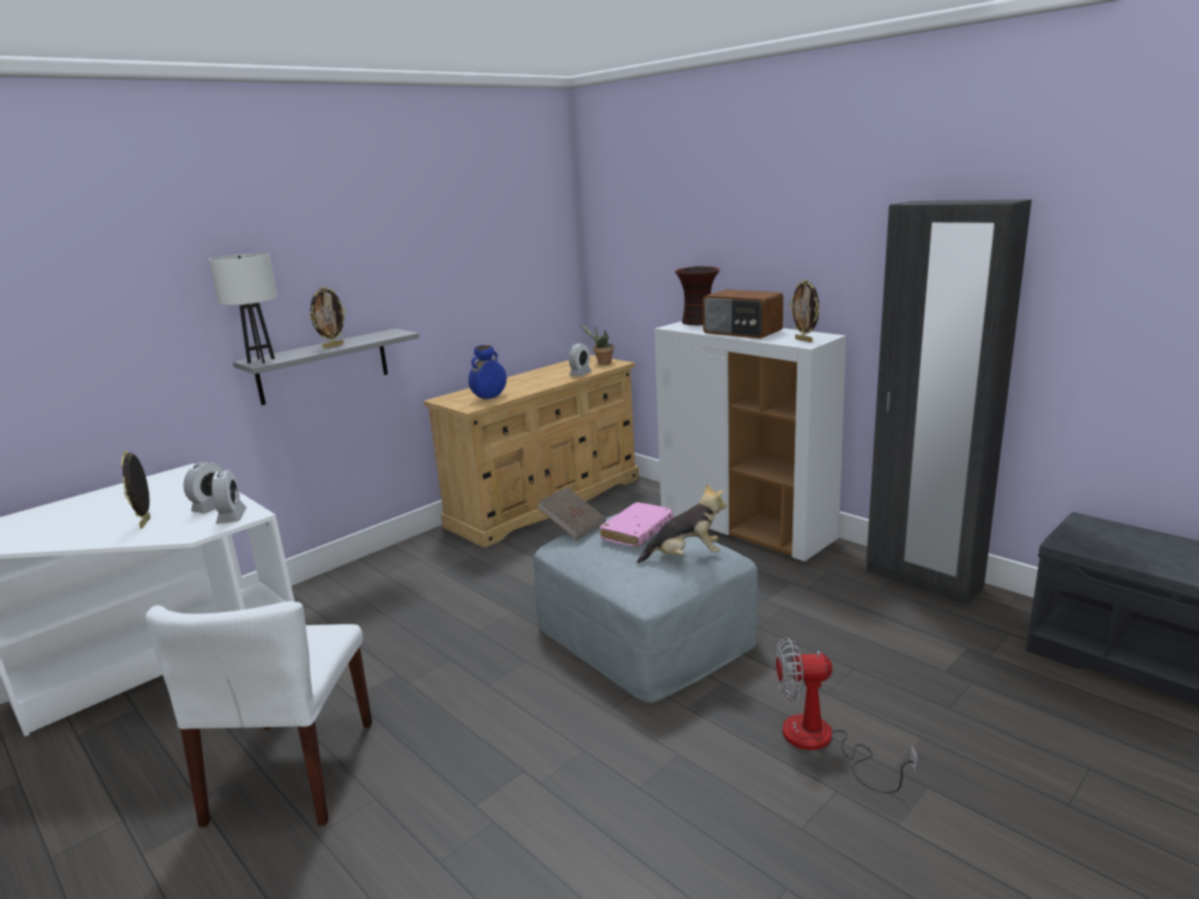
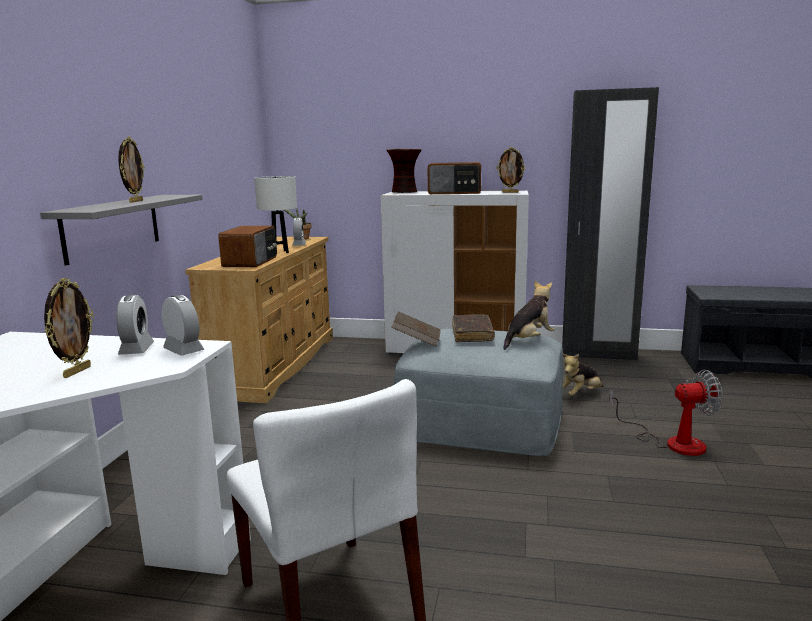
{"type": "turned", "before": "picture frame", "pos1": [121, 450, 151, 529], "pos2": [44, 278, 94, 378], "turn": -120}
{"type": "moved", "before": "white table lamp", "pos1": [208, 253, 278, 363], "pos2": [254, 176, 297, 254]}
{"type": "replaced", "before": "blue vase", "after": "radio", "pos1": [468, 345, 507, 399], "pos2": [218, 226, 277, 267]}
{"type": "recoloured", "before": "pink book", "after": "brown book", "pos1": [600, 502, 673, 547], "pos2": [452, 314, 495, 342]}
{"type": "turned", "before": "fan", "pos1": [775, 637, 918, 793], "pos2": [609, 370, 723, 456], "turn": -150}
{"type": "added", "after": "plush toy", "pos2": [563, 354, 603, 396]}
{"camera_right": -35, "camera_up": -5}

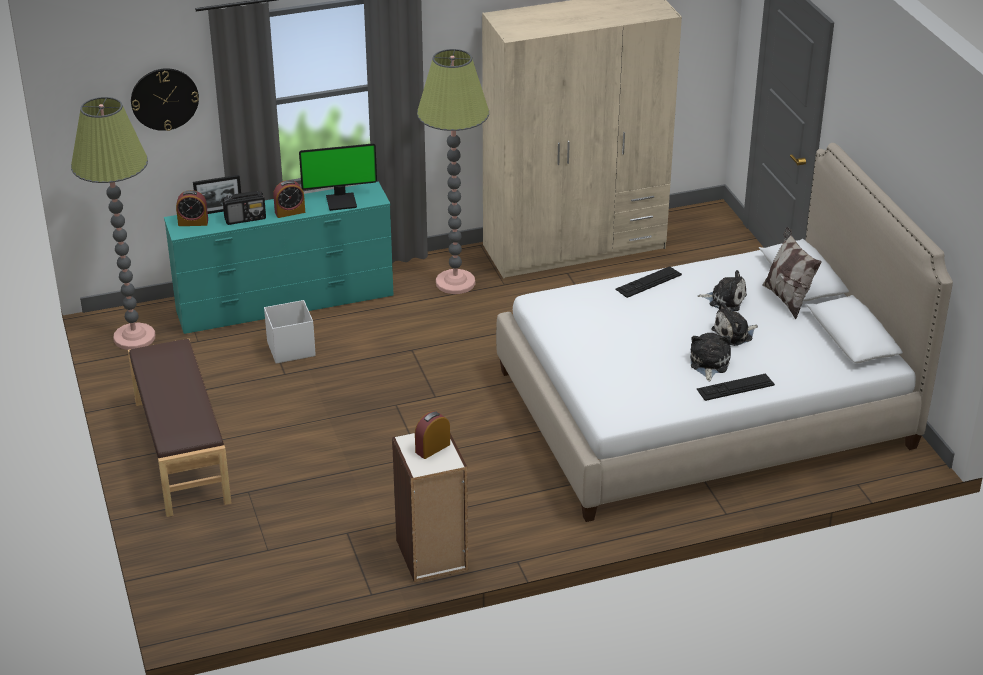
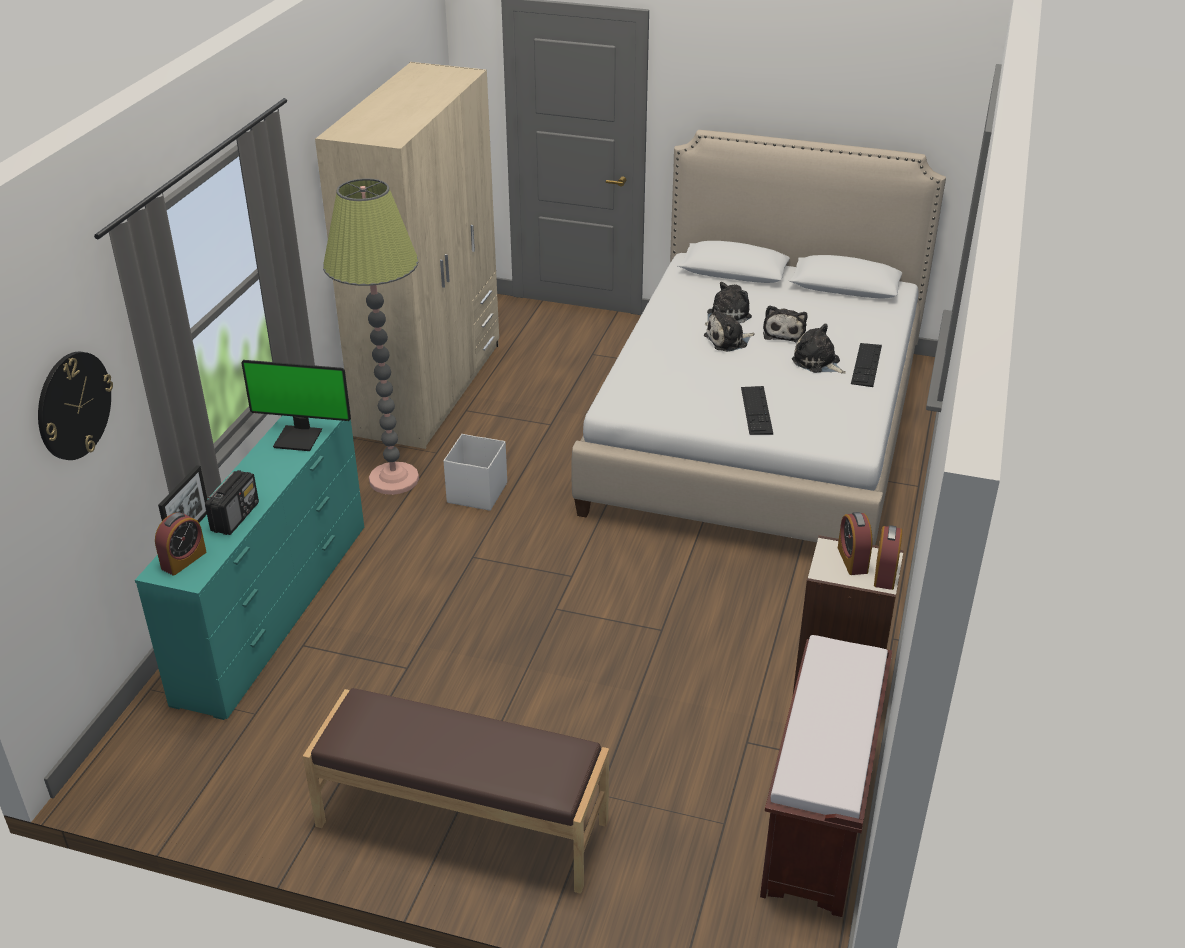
{"type": "removed", "before": "floor lamp", "pos1": [71, 97, 155, 350]}
{"type": "moved", "before": "white storage box", "pos1": [264, 300, 316, 364], "pos2": [443, 434, 507, 511]}
{"type": "moved", "before": "alarm clock", "pos1": [273, 180, 305, 218], "pos2": [874, 525, 902, 590]}
{"type": "turned", "before": "monitor", "pos1": [299, 143, 377, 211], "pos2": [241, 360, 351, 451], "turn": 75}
{"type": "moved", "before": "keyboard", "pos1": [615, 266, 682, 298], "pos2": [741, 386, 773, 435]}
{"type": "removed", "before": "pillow", "pos1": [762, 227, 822, 319]}
{"type": "added", "after": "plush toy", "pos2": [704, 305, 755, 352]}
{"type": "added", "after": "brown bench", "pos2": [760, 635, 892, 917]}
{"camera_right": -55, "camera_up": 0}

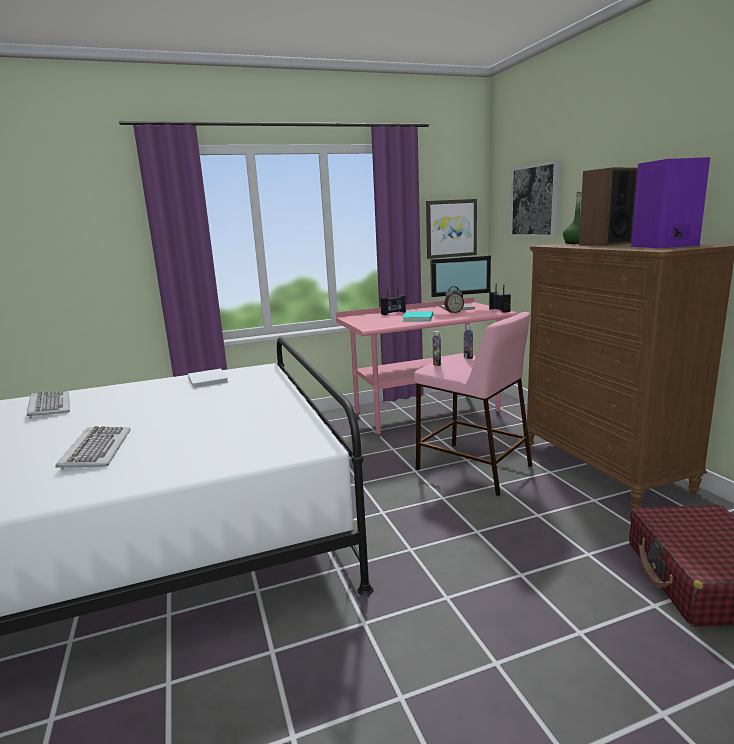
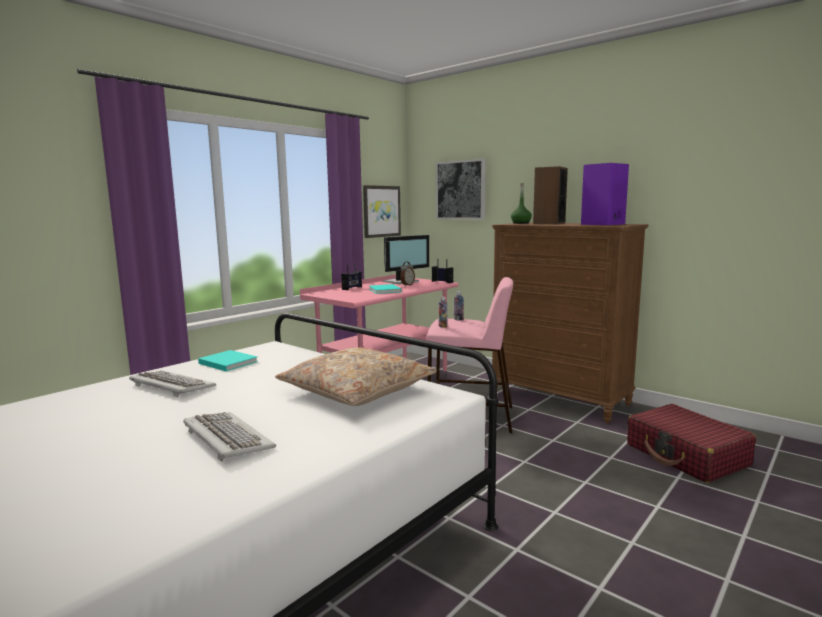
{"type": "moved", "before": "keyboard", "pos1": [27, 391, 70, 419], "pos2": [129, 370, 216, 397]}
{"type": "recoloured", "before": "white book", "after": "turquoise book", "pos1": [188, 369, 229, 388], "pos2": [198, 350, 258, 371]}
{"type": "added", "after": "beige pillow", "pos2": [275, 347, 437, 406]}
{"camera_right": -30, "camera_up": -5}

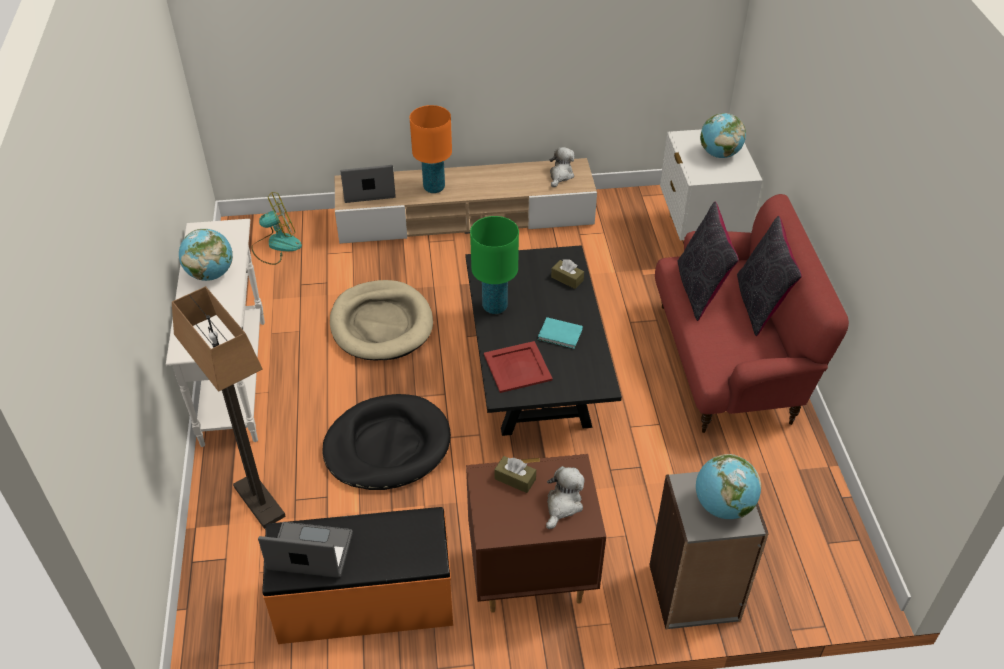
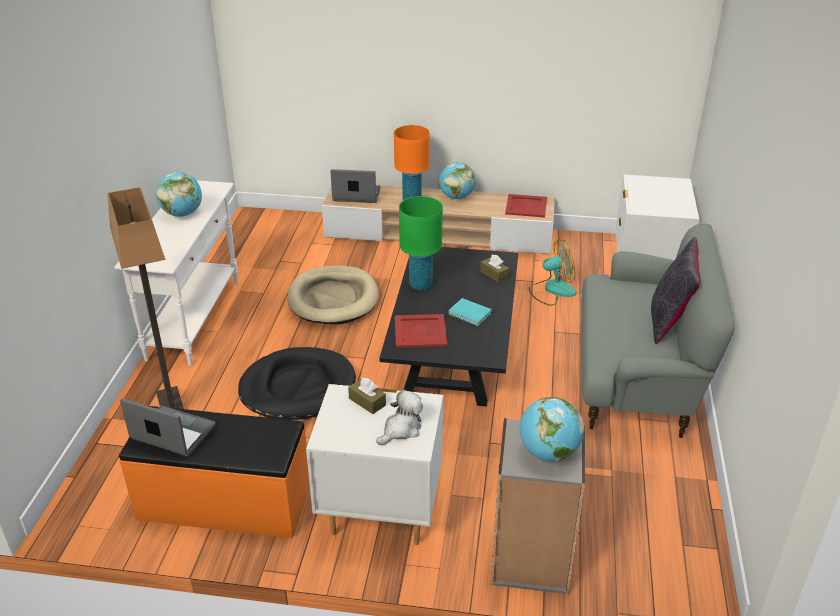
{"type": "moved", "before": "fan", "pos1": [251, 192, 302, 265], "pos2": [529, 239, 577, 306]}
{"type": "recoloured", "before": "brown nightstand", "after": "white nightstand", "pos1": [466, 454, 606, 613], "pos2": [306, 384, 443, 545]}
{"type": "replaced", "before": "plush toy", "after": "red tray", "pos1": [549, 147, 575, 187], "pos2": [505, 194, 547, 217]}
{"type": "recoloured", "before": "red sofa", "after": "grey sofa", "pos1": [655, 194, 849, 433], "pos2": [582, 224, 735, 438]}
{"type": "removed", "before": "black pillow", "pos1": [678, 202, 739, 321]}
{"type": "moved", "before": "globe", "pos1": [700, 113, 746, 158], "pos2": [439, 162, 476, 199]}
{"camera_right": 15, "camera_up": -10}

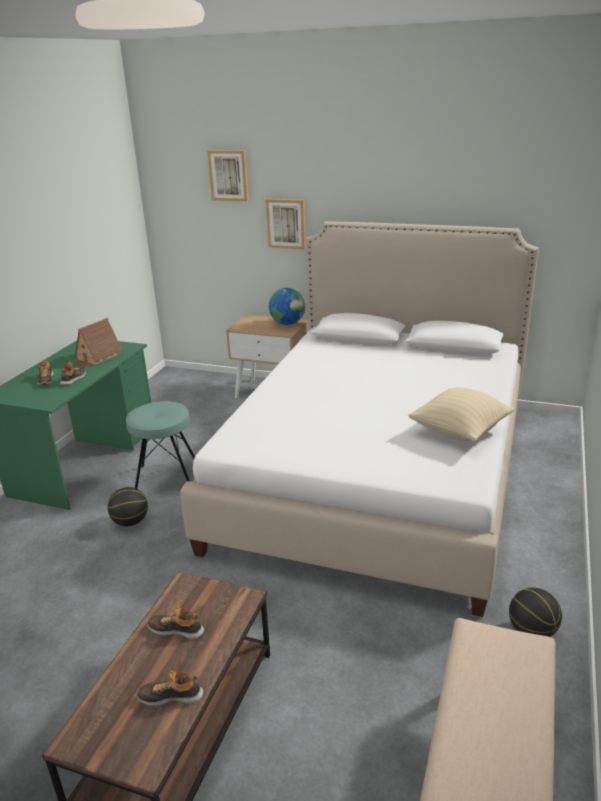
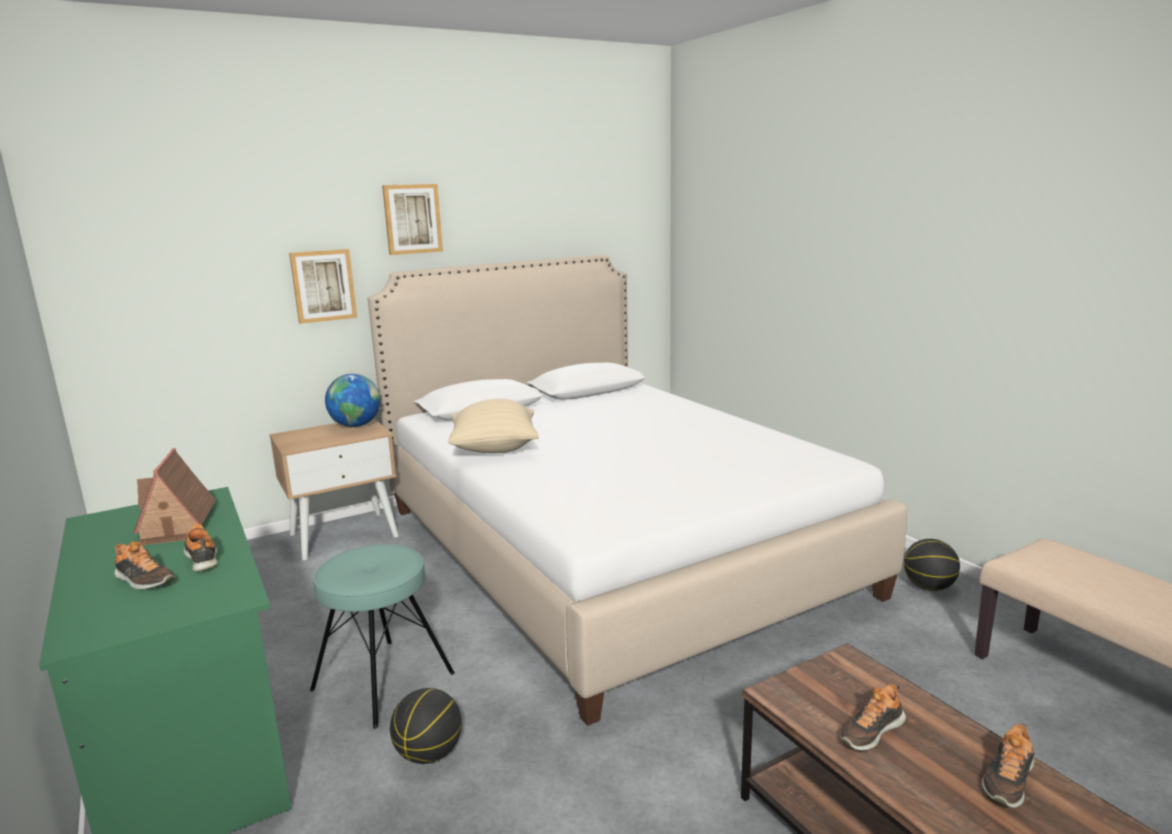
{"type": "moved", "before": "picture", "pos1": [207, 150, 249, 201], "pos2": [382, 184, 443, 255]}
{"type": "moved", "before": "beige pillow", "pos1": [408, 387, 514, 441], "pos2": [448, 399, 539, 453]}
{"camera_right": -50, "camera_up": -10}

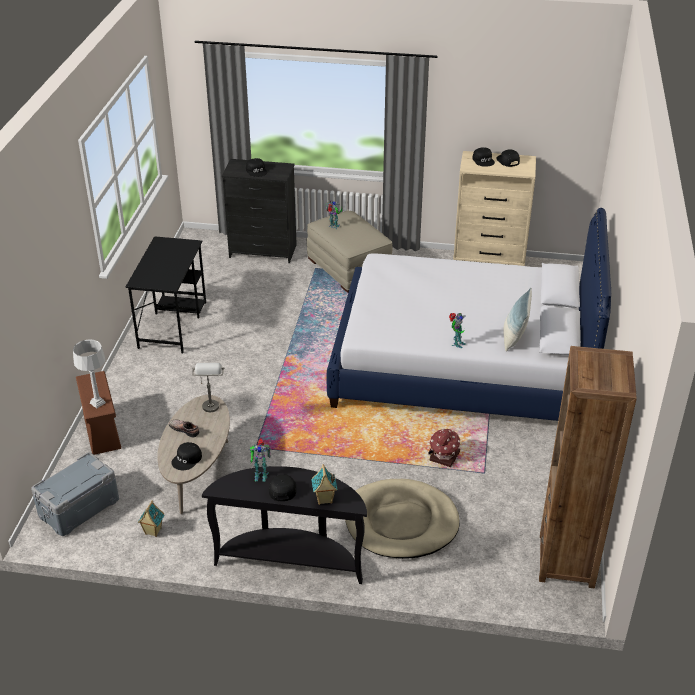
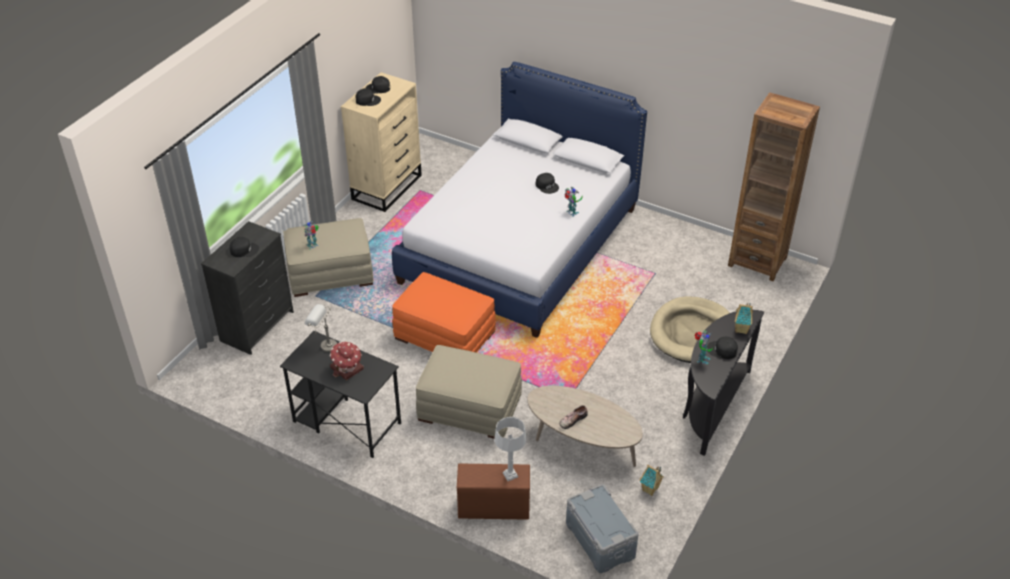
{"type": "moved", "before": "black cap", "pos1": [171, 442, 202, 470], "pos2": [536, 173, 559, 194]}
{"type": "moved", "before": "grey table lamp", "pos1": [192, 363, 224, 412], "pos2": [305, 304, 337, 352]}
{"type": "moved", "before": "toy house", "pos1": [428, 428, 460, 467], "pos2": [329, 342, 364, 380]}
{"type": "removed", "before": "pillow", "pos1": [503, 288, 532, 352]}
{"type": "added", "after": "orange ottoman", "pos2": [392, 272, 496, 353]}
{"type": "added", "after": "beige ottoman", "pos2": [416, 345, 522, 439]}
{"camera_right": -70, "camera_up": 5}

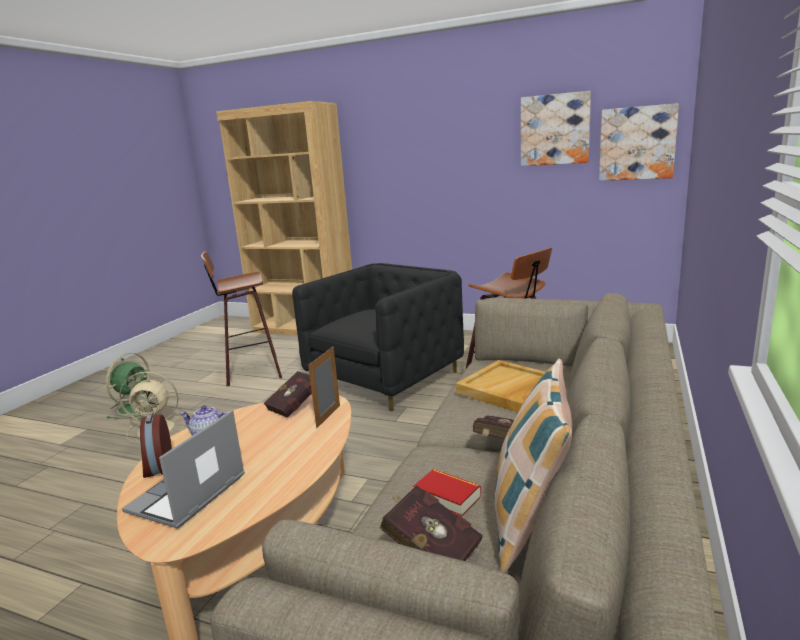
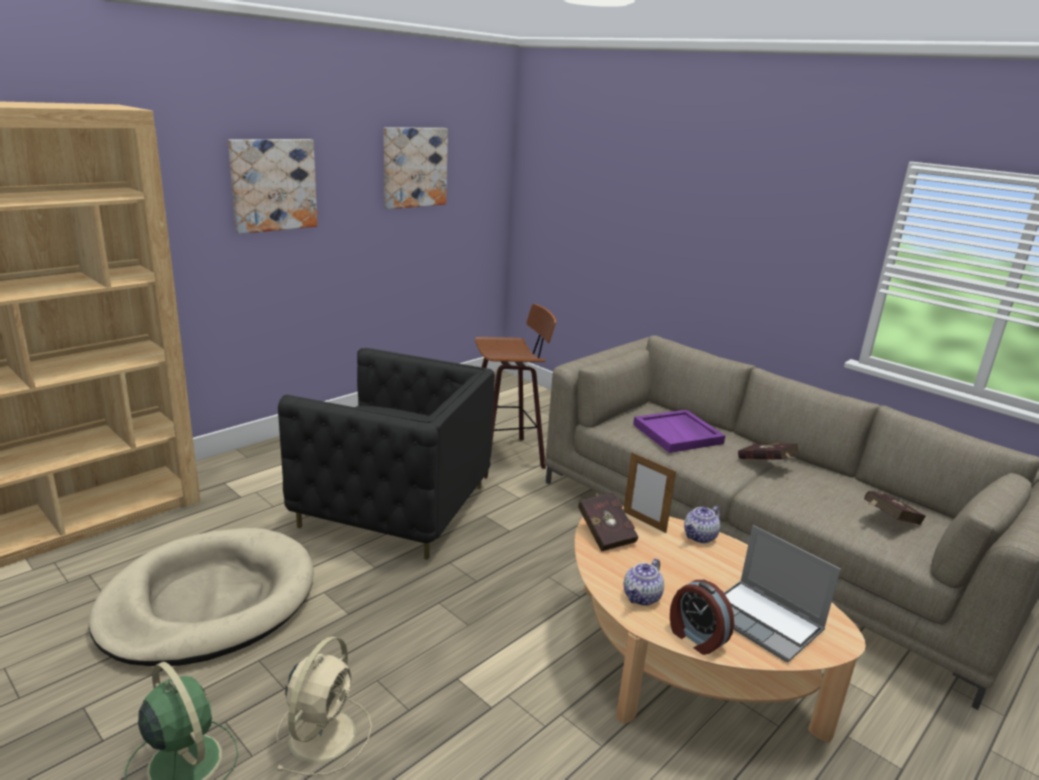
{"type": "turned", "before": "alarm clock", "pos1": [140, 414, 172, 478], "pos2": [670, 580, 734, 655], "turn": 45}
{"type": "replaced", "before": "stool", "after": "beige dog bed", "pos1": [201, 252, 282, 386], "pos2": [89, 528, 314, 666]}
{"type": "turned", "before": "black armchair", "pos1": [292, 263, 464, 411], "pos2": [278, 348, 495, 560], "turn": 135}
{"type": "removed", "before": "book", "pos1": [413, 469, 481, 517]}
{"type": "recoloured", "before": "beige tray", "after": "purple tray", "pos1": [456, 360, 545, 413], "pos2": [633, 410, 725, 453]}
{"type": "removed", "before": "pillow", "pos1": [495, 358, 572, 573]}
{"type": "moved", "before": "picture", "pos1": [599, 103, 679, 181], "pos2": [228, 139, 317, 234]}
{"type": "added", "after": "teapot", "pos2": [684, 505, 721, 543]}
{"camera_right": -70, "camera_up": 5}

